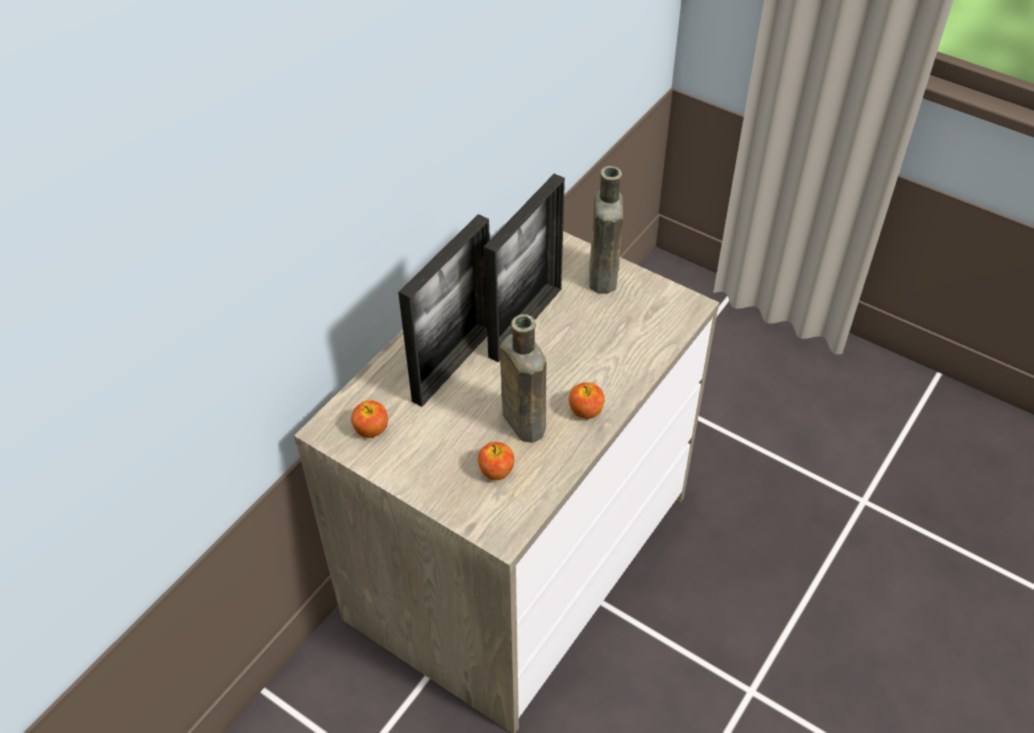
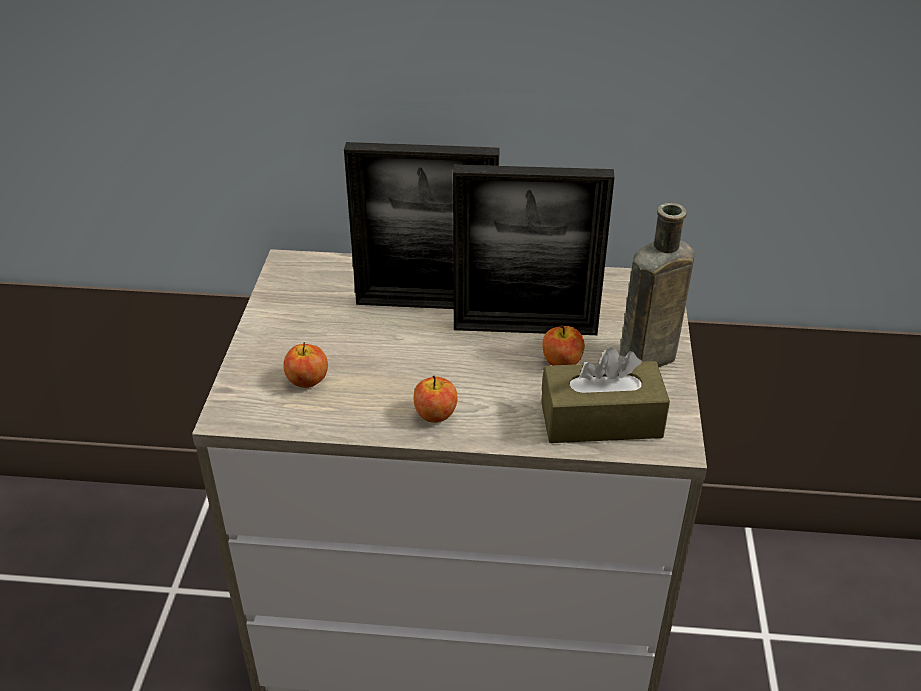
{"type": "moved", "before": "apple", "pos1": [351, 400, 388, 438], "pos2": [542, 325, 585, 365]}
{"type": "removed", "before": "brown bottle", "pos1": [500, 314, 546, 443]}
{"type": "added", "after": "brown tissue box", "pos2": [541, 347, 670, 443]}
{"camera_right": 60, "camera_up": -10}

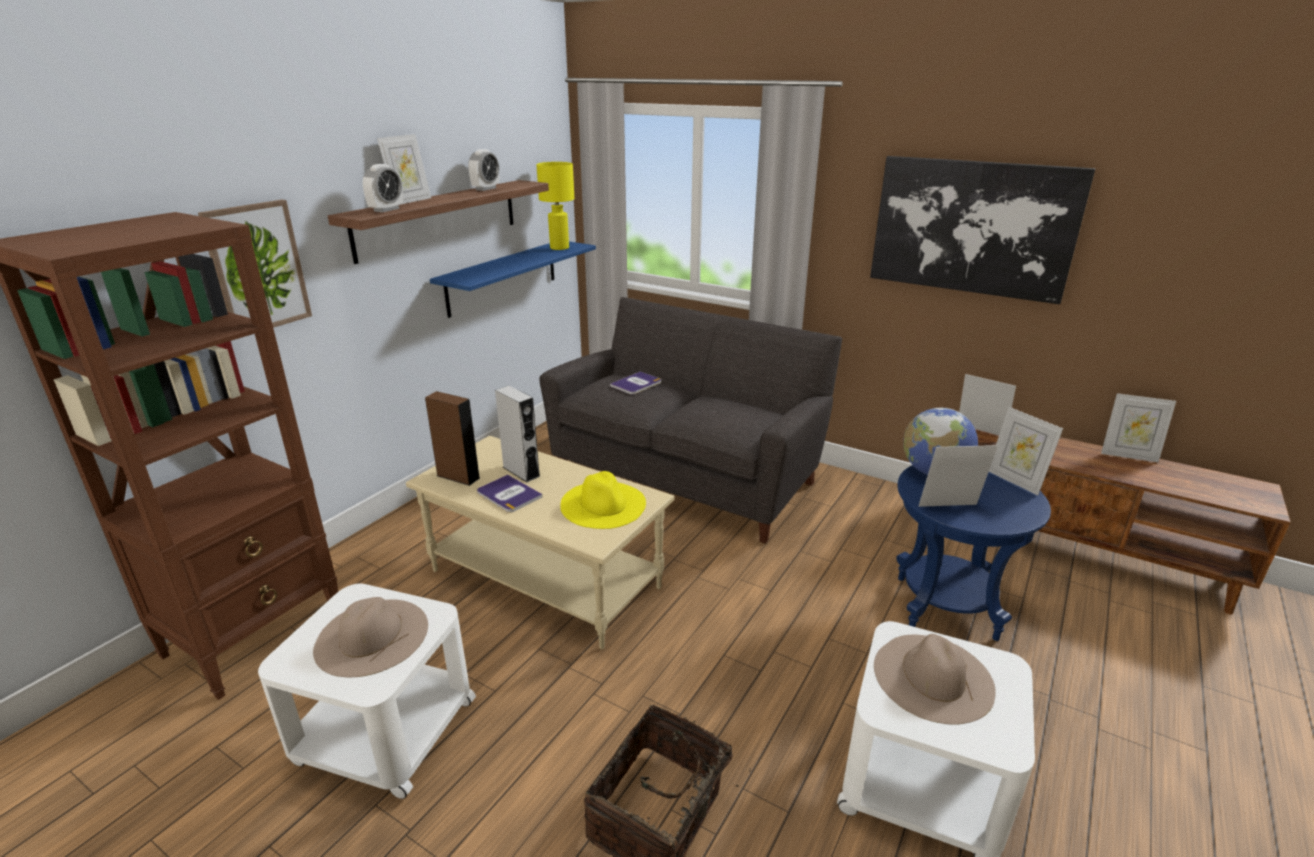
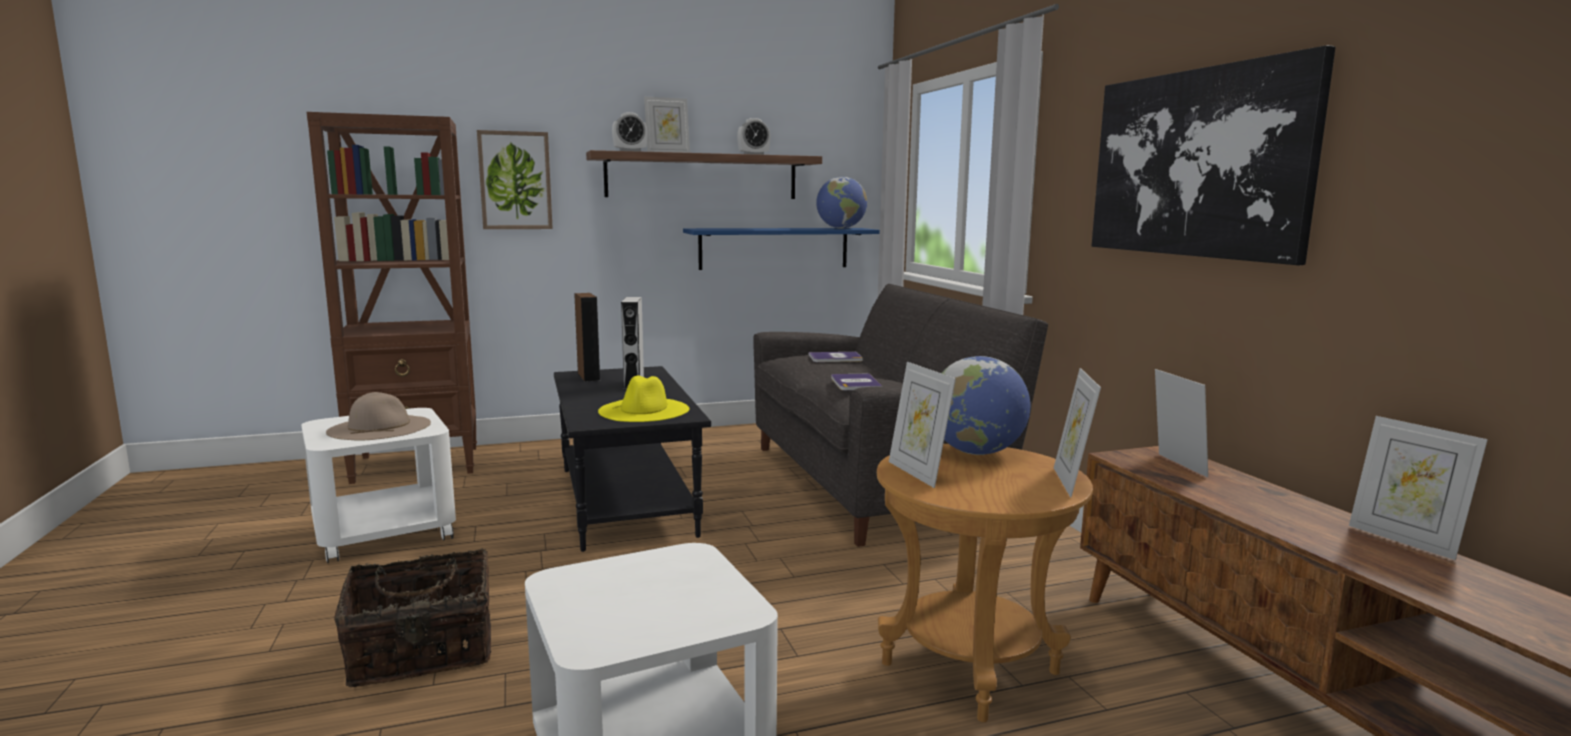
{"type": "recoloured", "before": "beige coffee table", "after": "black coffee table", "pos1": [406, 436, 675, 649], "pos2": [554, 366, 711, 552]}
{"type": "moved", "before": "book", "pos1": [477, 475, 543, 513], "pos2": [831, 373, 882, 390]}
{"type": "replaced", "before": "yellow table lamp", "after": "globe", "pos1": [536, 162, 574, 250], "pos2": [816, 177, 867, 229]}
{"type": "removed", "before": "beige hat", "pos1": [874, 634, 996, 725]}
{"type": "recoloured", "before": "blue side table", "after": "brown side table", "pos1": [896, 465, 1051, 641], "pos2": [877, 444, 1093, 722]}
{"type": "turned", "before": "picture frame", "pos1": [919, 445, 998, 507], "pos2": [889, 362, 956, 488], "turn": -150}
{"camera_right": 40, "camera_up": -15}

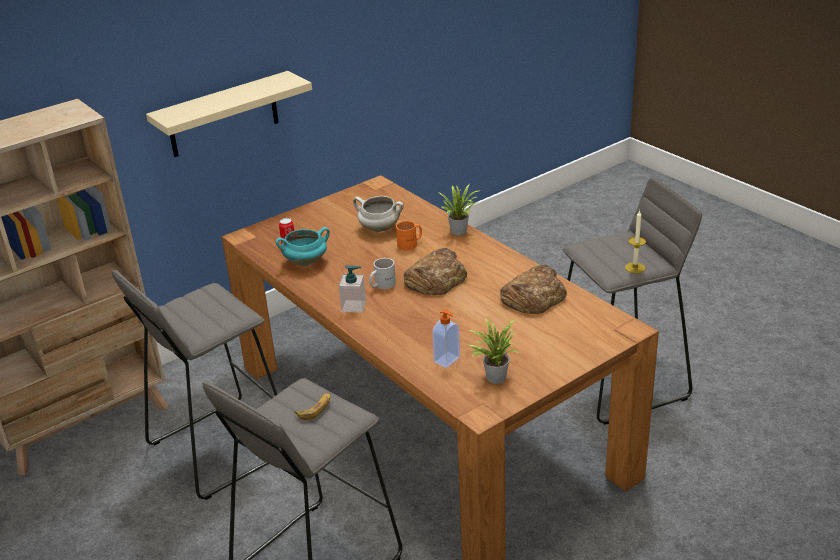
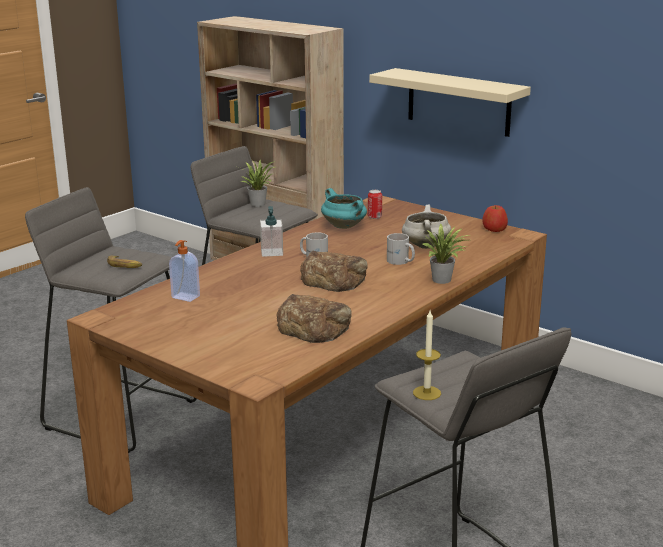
{"type": "recoloured", "before": "orange mug", "after": "white mug", "pos1": [396, 221, 422, 250], "pos2": [387, 233, 415, 265]}
{"type": "moved", "before": "potted plant", "pos1": [466, 318, 519, 384], "pos2": [239, 160, 276, 207]}
{"type": "added", "after": "apple", "pos2": [483, 205, 508, 232]}
{"camera_right": 75, "camera_up": -10}

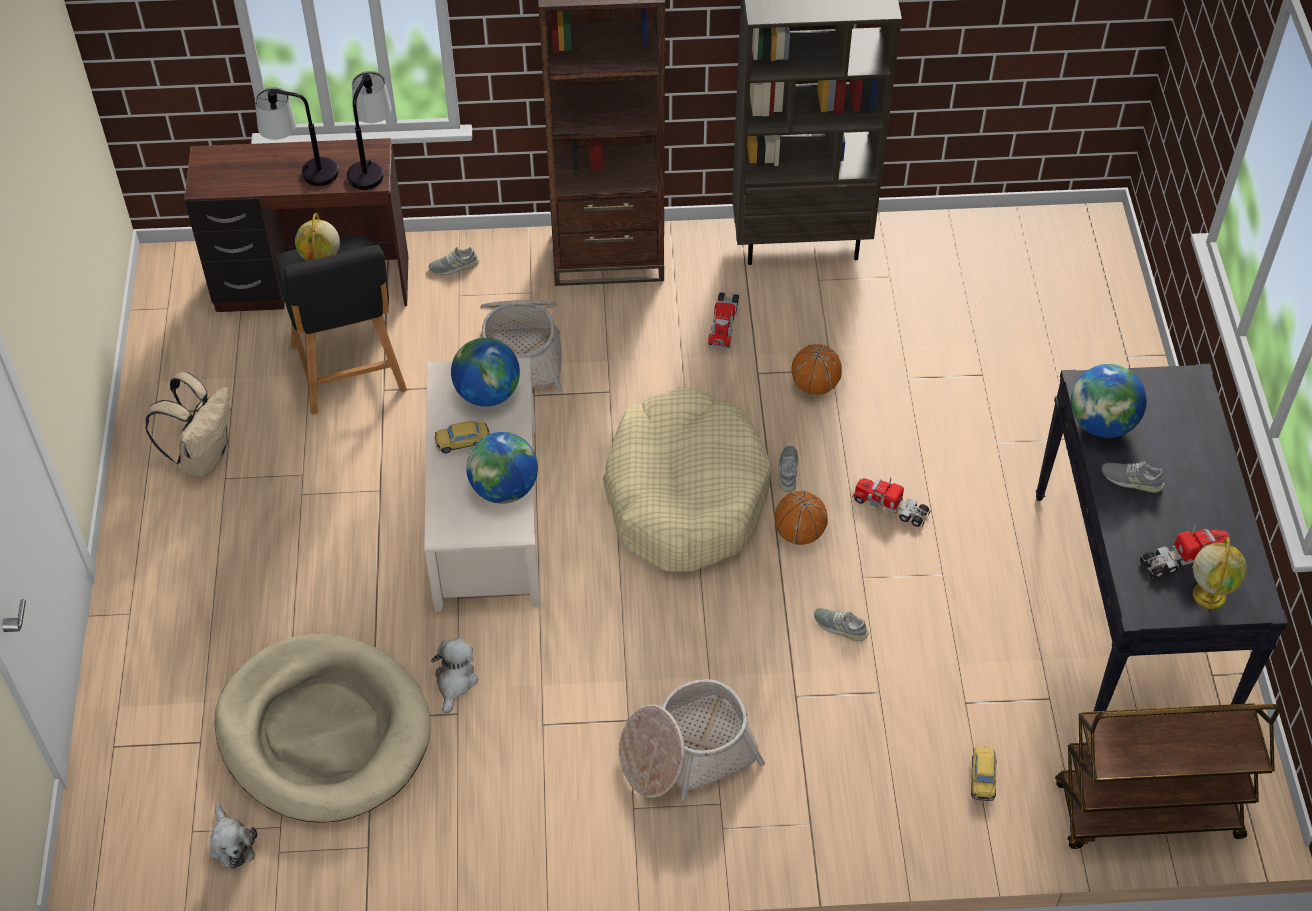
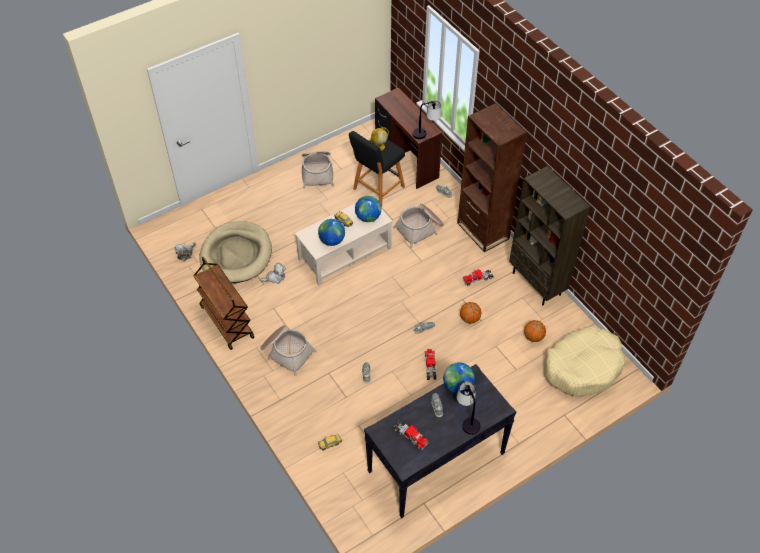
{"type": "replaced", "before": "beige backpack", "after": "basket", "pos1": [145, 372, 230, 477], "pos2": [302, 152, 334, 189]}
{"type": "moved", "before": "table lamp", "pos1": [255, 87, 339, 186], "pos2": [457, 381, 480, 435]}
{"type": "moved", "before": "beige dog bed", "pos1": [603, 386, 771, 572], "pos2": [544, 326, 625, 397]}
{"type": "moved", "before": "basketball", "pos1": [774, 491, 828, 545], "pos2": [524, 320, 546, 342]}
{"type": "moved", "before": "brown cart", "pos1": [1055, 703, 1279, 849], "pos2": [193, 257, 254, 350]}
{"type": "removed", "before": "globe", "pos1": [1193, 537, 1247, 609]}
{"camera_right": 60, "camera_up": 0}

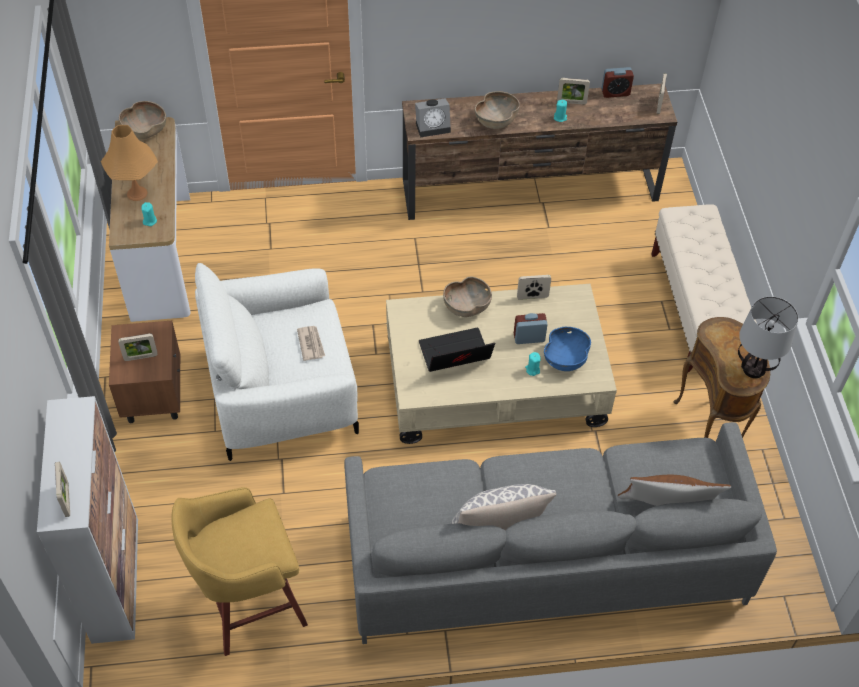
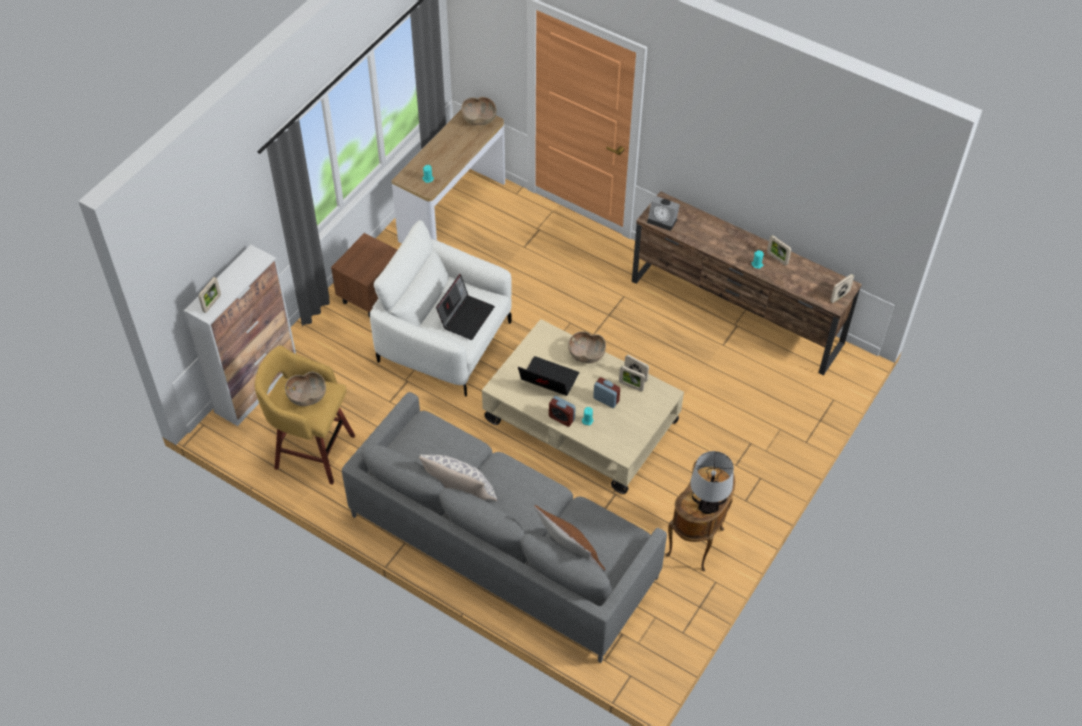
{"type": "removed", "before": "orange table lamp", "pos1": [101, 125, 158, 201]}
{"type": "moved", "before": "picture frame", "pos1": [118, 333, 158, 361], "pos2": [619, 366, 645, 391]}
{"type": "replaced", "before": "newspaper", "after": "laptop", "pos1": [297, 326, 325, 361], "pos2": [436, 274, 495, 340]}
{"type": "moved", "before": "brown bowl", "pos1": [475, 91, 520, 129], "pos2": [285, 372, 326, 406]}
{"type": "removed", "before": "blue bowl", "pos1": [544, 327, 591, 371]}
{"type": "moved", "before": "alarm clock", "pos1": [601, 67, 634, 98], "pos2": [549, 396, 576, 427]}
{"type": "removed", "before": "beige bench", "pos1": [651, 205, 757, 372]}
{"camera_right": 40, "camera_up": 0}

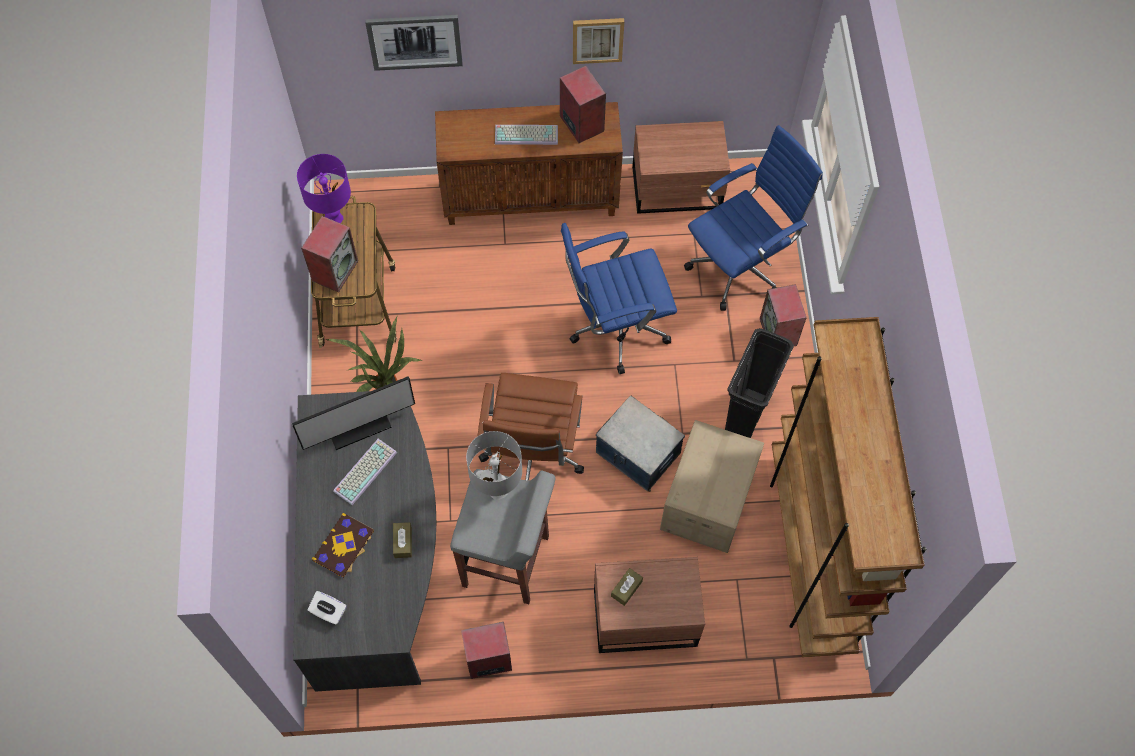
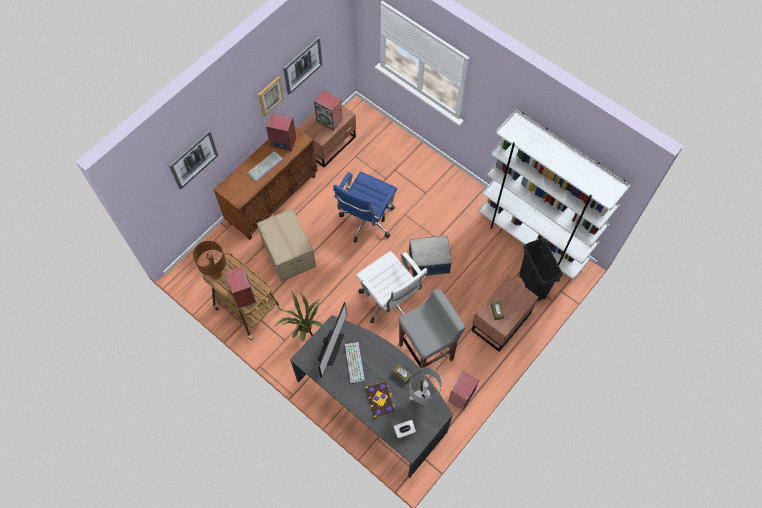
{"type": "recoloured", "before": "purple table lamp", "after": "brown table lamp", "pos1": [297, 154, 351, 223], "pos2": [193, 241, 226, 279]}
{"type": "moved", "before": "grey table lamp", "pos1": [466, 431, 522, 500], "pos2": [409, 368, 442, 405]}
{"type": "recoloured", "before": "brown office chair", "after": "white office chair", "pos1": [477, 373, 584, 480], "pos2": [356, 251, 427, 323]}
{"type": "moved", "before": "cardboard box", "pos1": [660, 420, 764, 553], "pos2": [257, 208, 316, 282]}
{"type": "removed", "before": "blue office chair", "pos1": [684, 125, 823, 311]}
{"type": "moved", "before": "black trash can", "pos1": [725, 328, 794, 438], "pos2": [519, 238, 563, 301]}
{"type": "moved", "before": "speaker", "pos1": [760, 284, 807, 346], "pos2": [314, 90, 343, 131]}
{"type": "recoloured", "before": "brown bookcase", "after": "white bookcase", "pos1": [770, 317, 926, 657], "pos2": [478, 110, 631, 280]}
{"type": "added", "after": "picture", "pos2": [283, 37, 322, 95]}
{"camera_right": -45, "camera_up": 0}

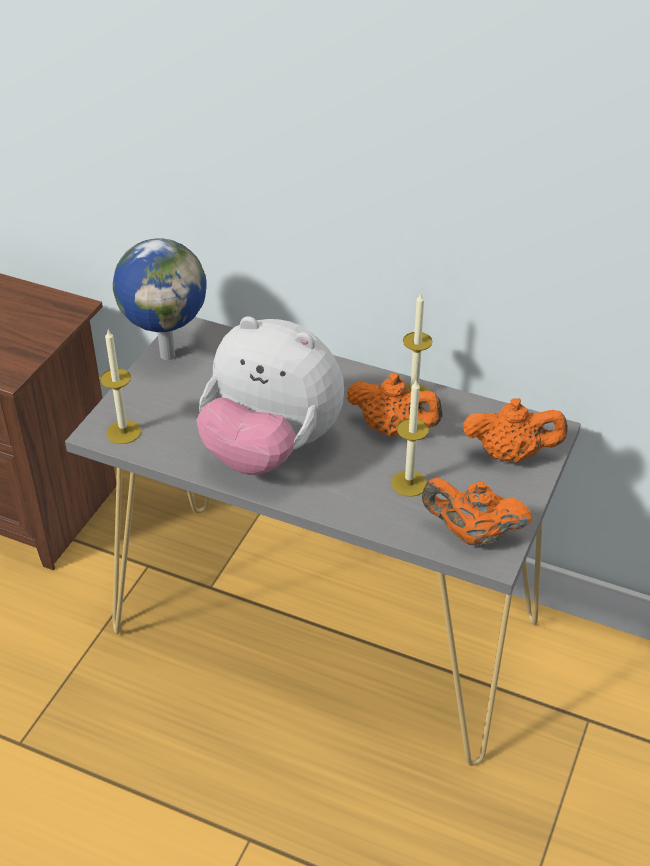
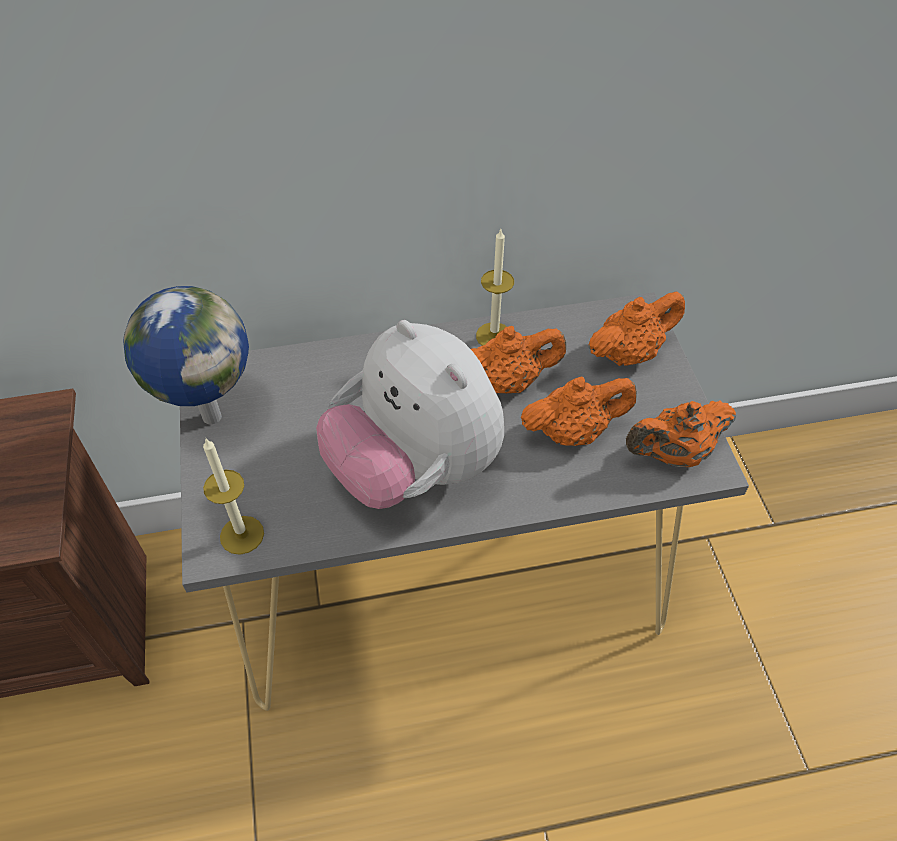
{"type": "turned", "before": "plush toy", "pos1": [197, 316, 344, 475], "pos2": [316, 320, 504, 509], "turn": 60}
{"type": "replaced", "before": "candle", "after": "orange teapot", "pos1": [391, 380, 429, 497], "pos2": [521, 377, 637, 446]}
{"camera_right": -35, "camera_up": 10}

